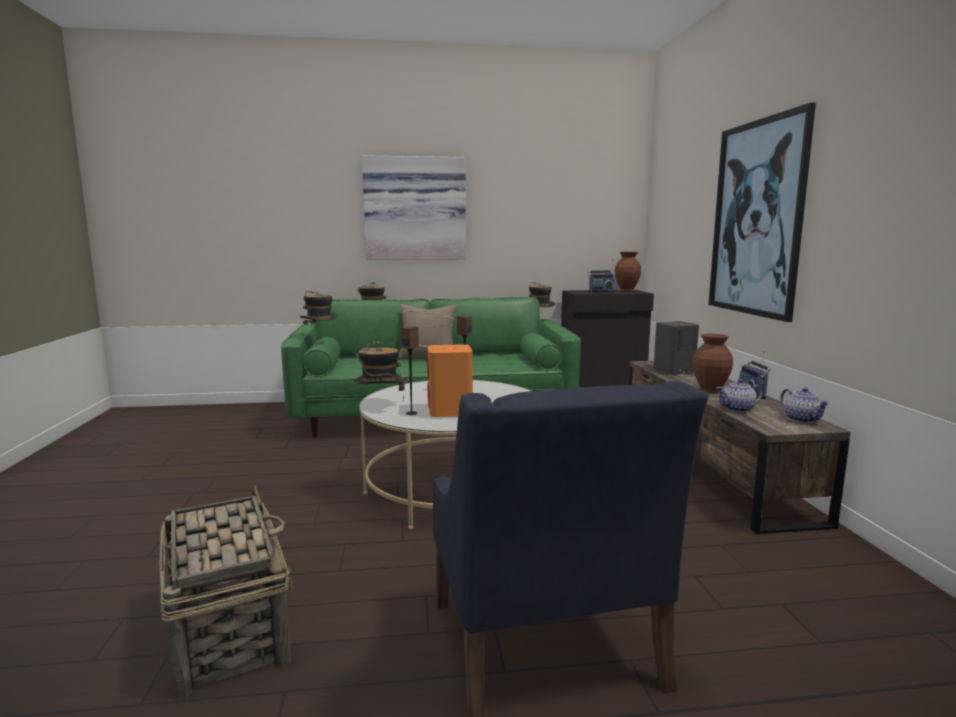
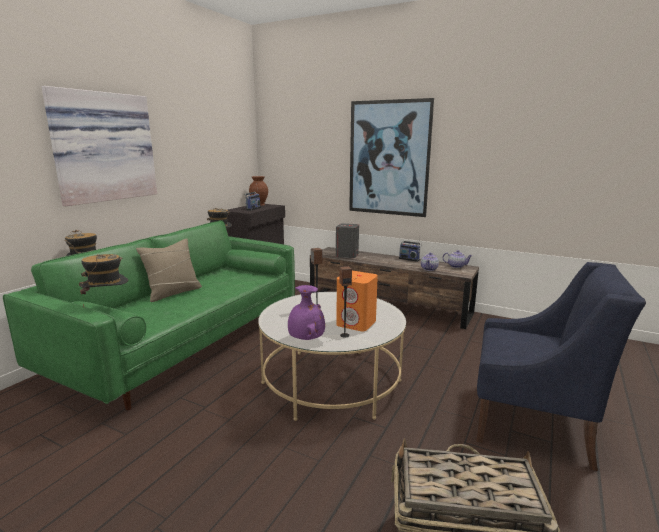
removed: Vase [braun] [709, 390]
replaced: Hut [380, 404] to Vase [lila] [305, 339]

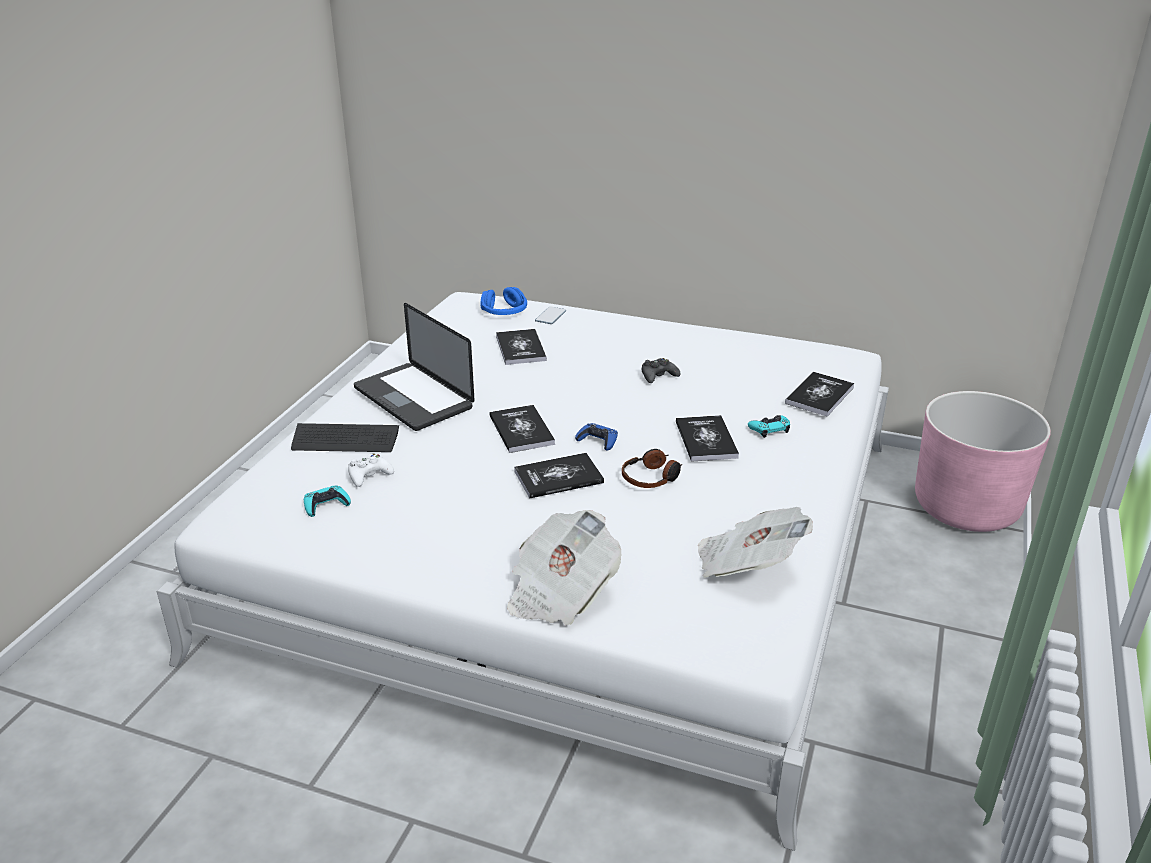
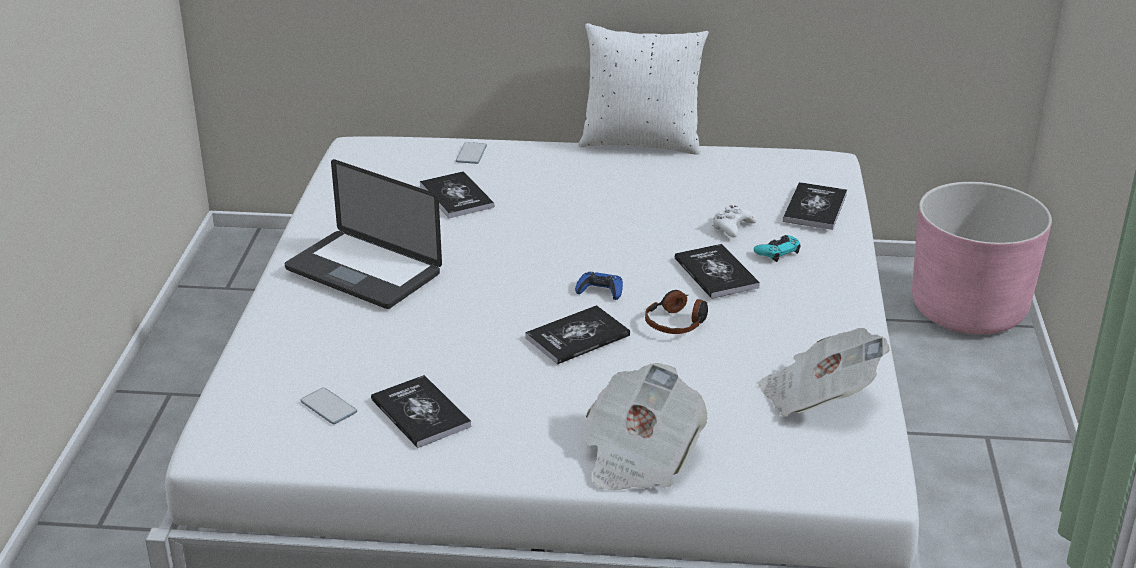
removed: Tastatur [345, 440]; Kopfhörer [blau] [504, 312]; Gamepad [schwarz] [658, 376]
added: Kissen [weiß] [641, 142]
moved: Gamepad [weiß] [369, 475] to [732, 227]; Buch [521, 430] to [420, 413]
replaced: Gamepad [türkis] [326, 505] to Handy [328, 407]

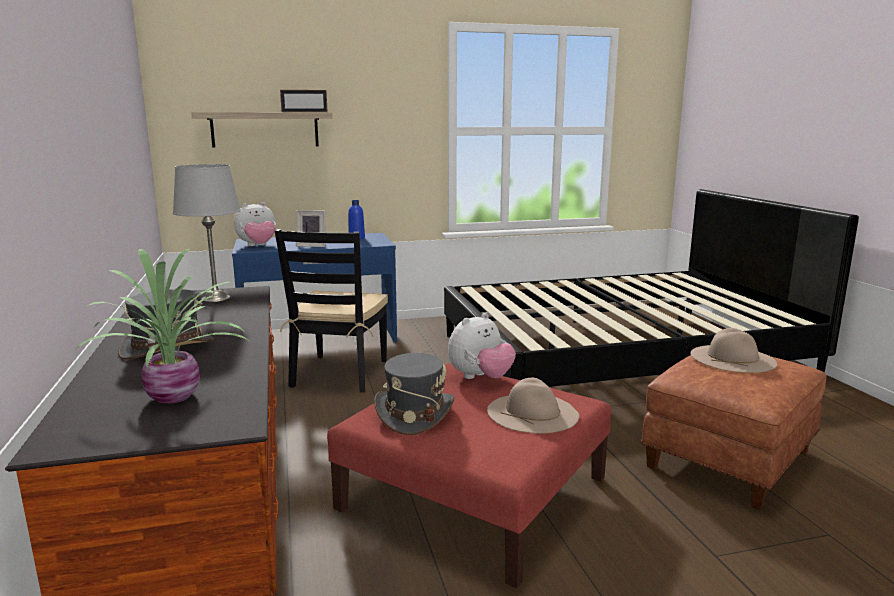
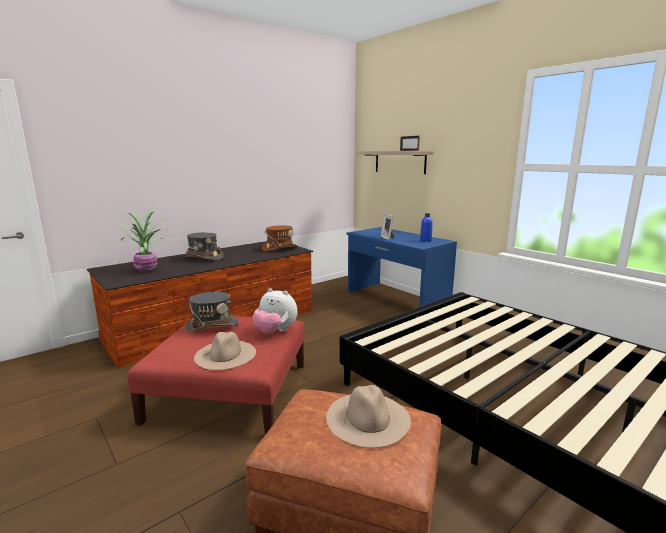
removed: Plüschtier [258, 246]; Stuhl [schwarz] [339, 373]
replaced: Tischlampe [grau] [215, 298] to Hut [braun] [280, 248]

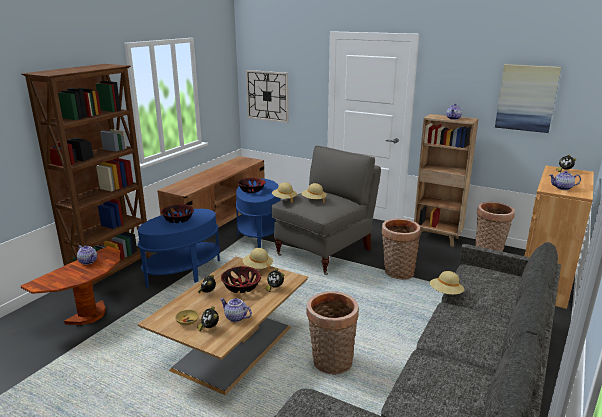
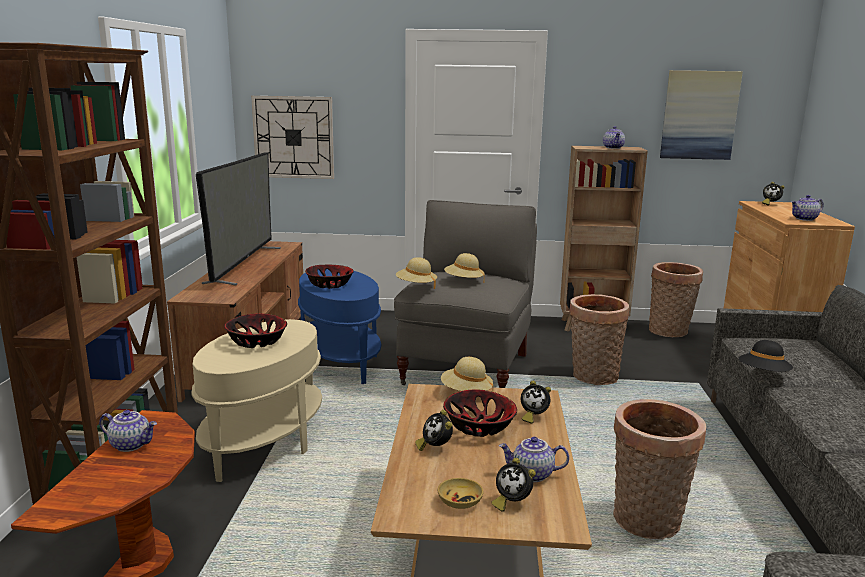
added: Fernseher [243, 264]
recoloured: Beistelltisch [blau] [183, 272] to Beistelltisch [beige] [264, 442]; Hut [beige] [445, 293] to Hut [schwarz] [763, 374]

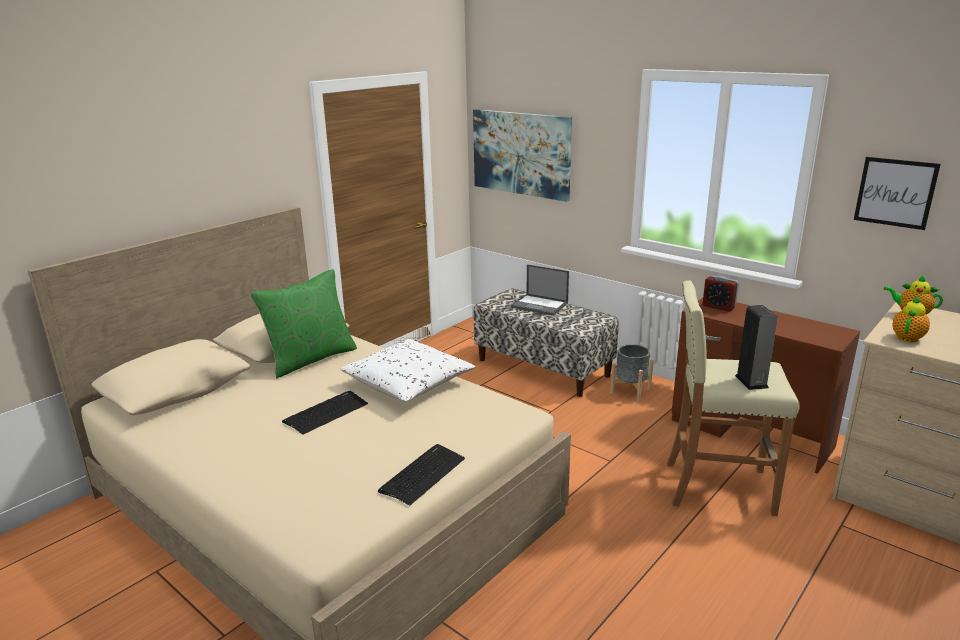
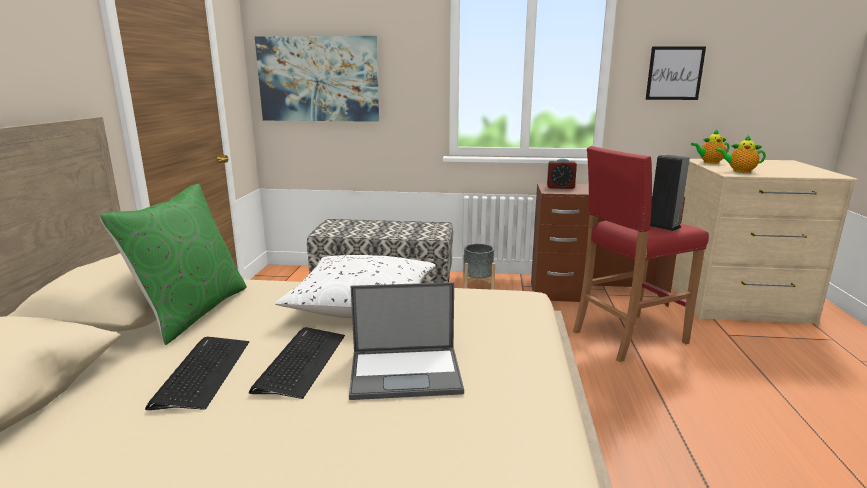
moved: Tastatur [422, 474] to [202, 373]; Laptop [540, 305] to [407, 372]
recoloured: Hocker [beige] [717, 487] to Hocker [rot] [628, 337]
turned: Teekanne [908, 337] = [739, 171] 75 degrees counterclockwise

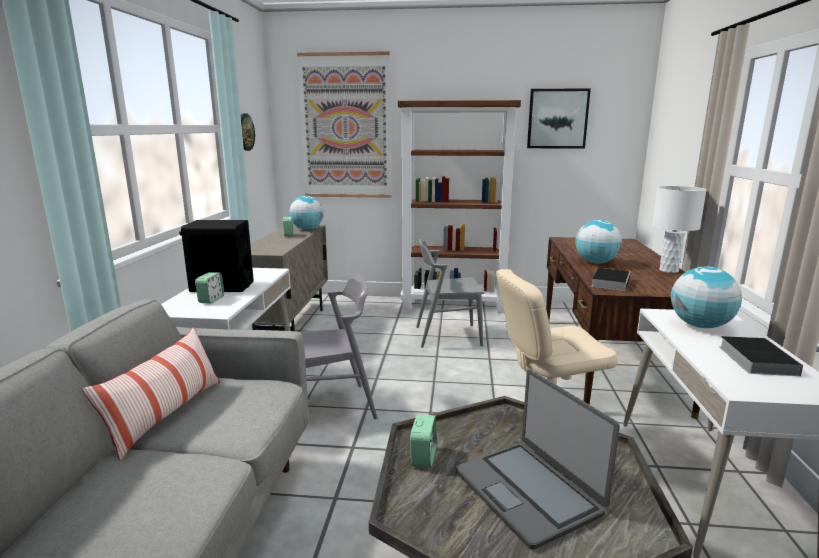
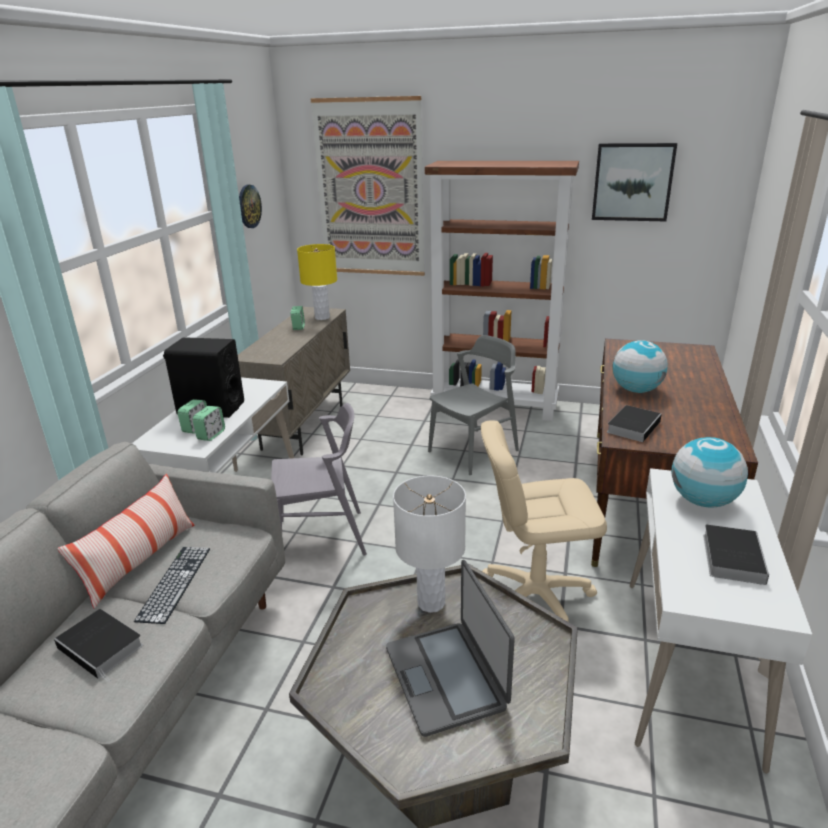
added: Buch [102, 647]; Tastatur [174, 583]
moved: Wecker [423, 457] to [211, 435]; Tischlampe [weiß] [669, 270] to [431, 603]
replaced: Globus [307, 229] to Tischlampe [gelb] [322, 317]
turned: Stuhl [grau] [447, 336] = [473, 451] 135 degrees clockwise

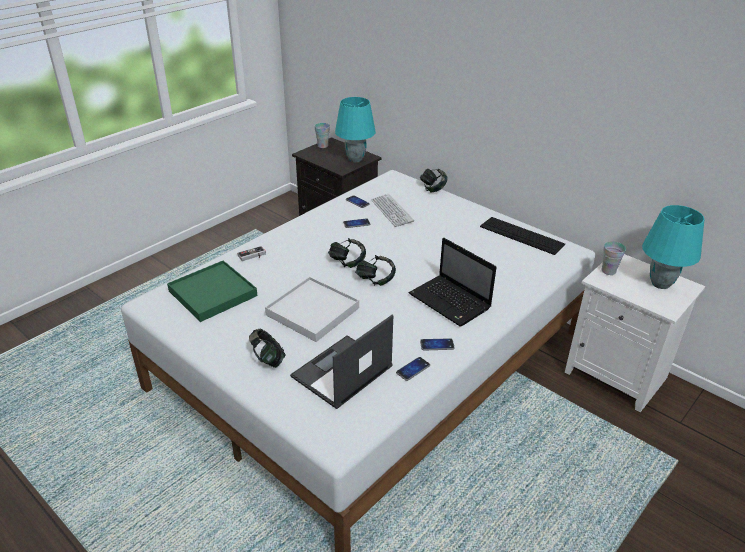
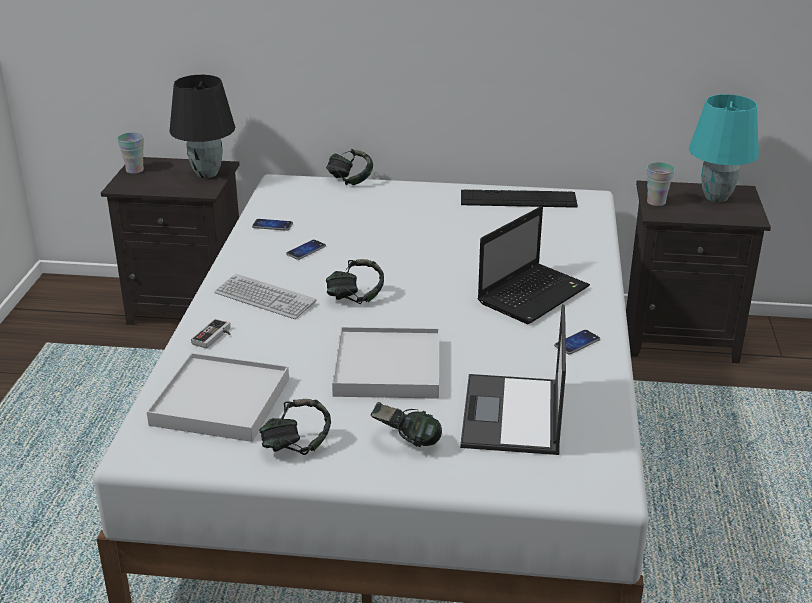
removed: Handy [413, 369]
moved: Kopfhörer [375, 280] to [296, 446]; Tastatur [391, 211] to [265, 298]
recoloured: Tablett [grün] [213, 293] to Tablett [weiß] [221, 402]; Tischlampe [türkis] [355, 159] to Tischlampe [schwarz] [206, 173]; Nachttisch [weiß] [617, 375] to Nachttisch [schwarz] [682, 336]
turned: Laptop [451, 302] = [534, 294] 60 degrees counterclockwise

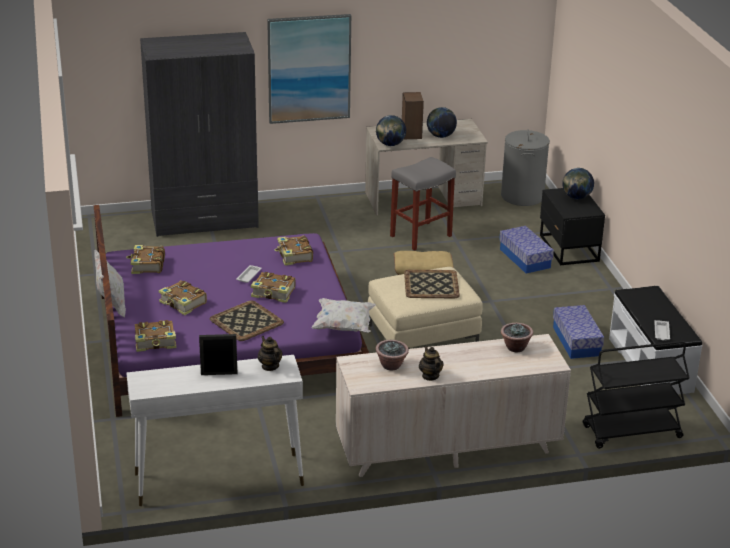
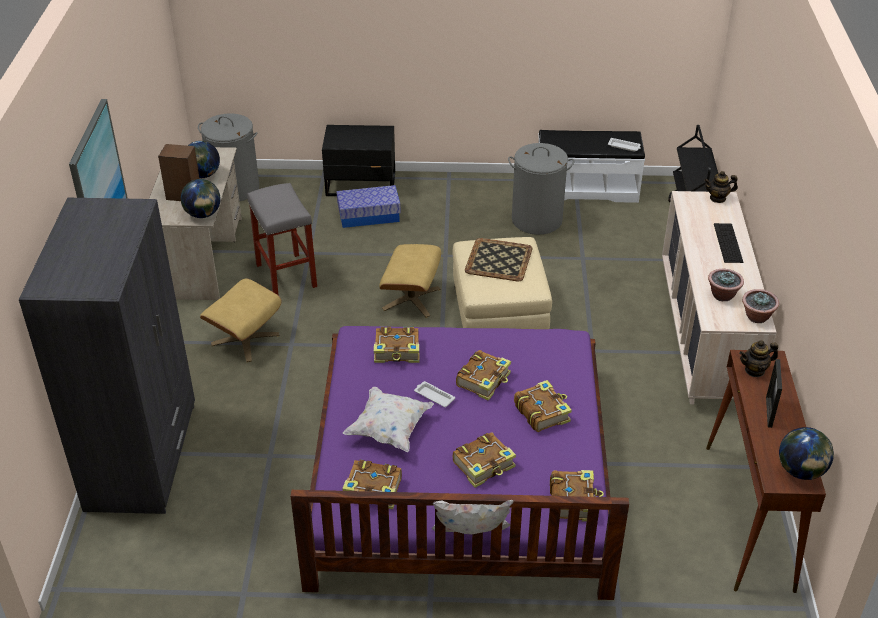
added: Polsterhocker [beige] [245, 339]; Tastatur [728, 243]
moved: Kissen [weiß] [344, 326] to [389, 429]; Teekanne [430, 376] to [718, 198]; Topfpflanze [515, 347] to [757, 317]; Globus [576, 197] to [800, 471]
replaced: Tablett [246, 321] to Buch [542, 412]; Aufbewahrungsbox [576, 341] to Wäschekorb [grau] [537, 220]
recoloured: Konsolentisch [weiß] [218, 479] to Konsolentisch [braun] [749, 516]

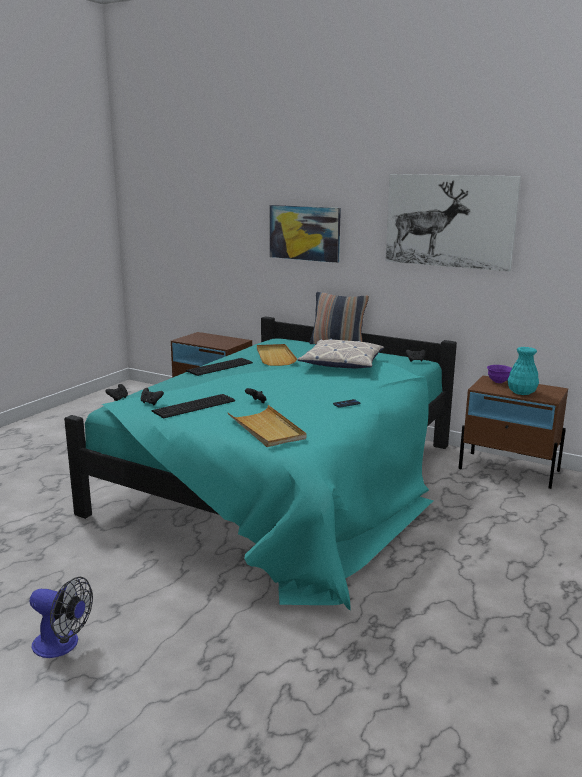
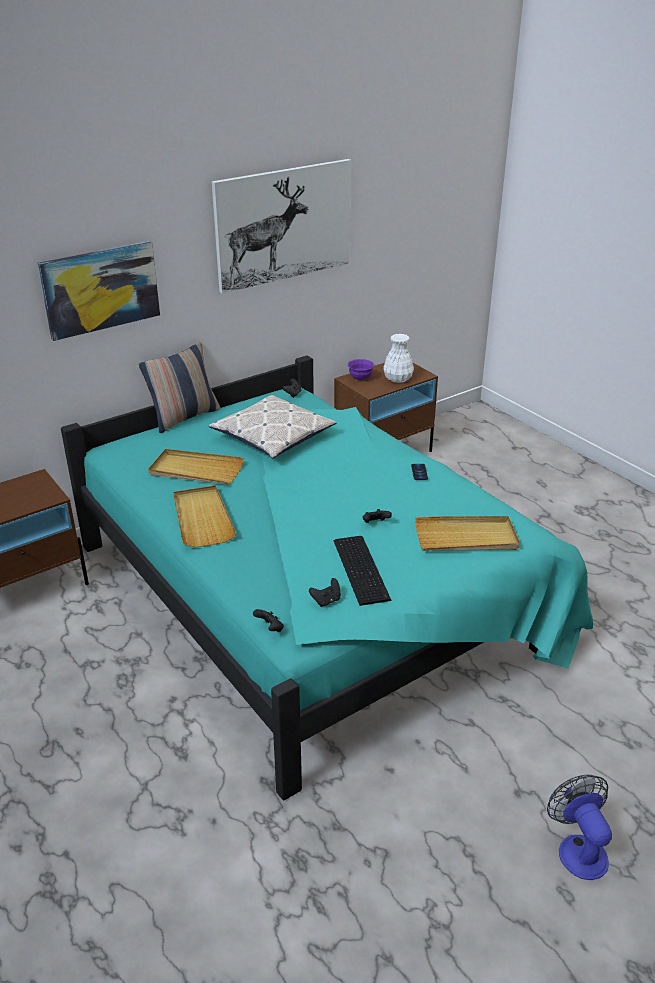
replaced: Tastatur [221, 367] to Tablett [beige] [202, 518]
recoloured: Vase [türkis] [521, 392] to Vase [weiß] [398, 379]
turned: Ventilator [62, 645] = [578, 848] 60 degrees counterclockwise

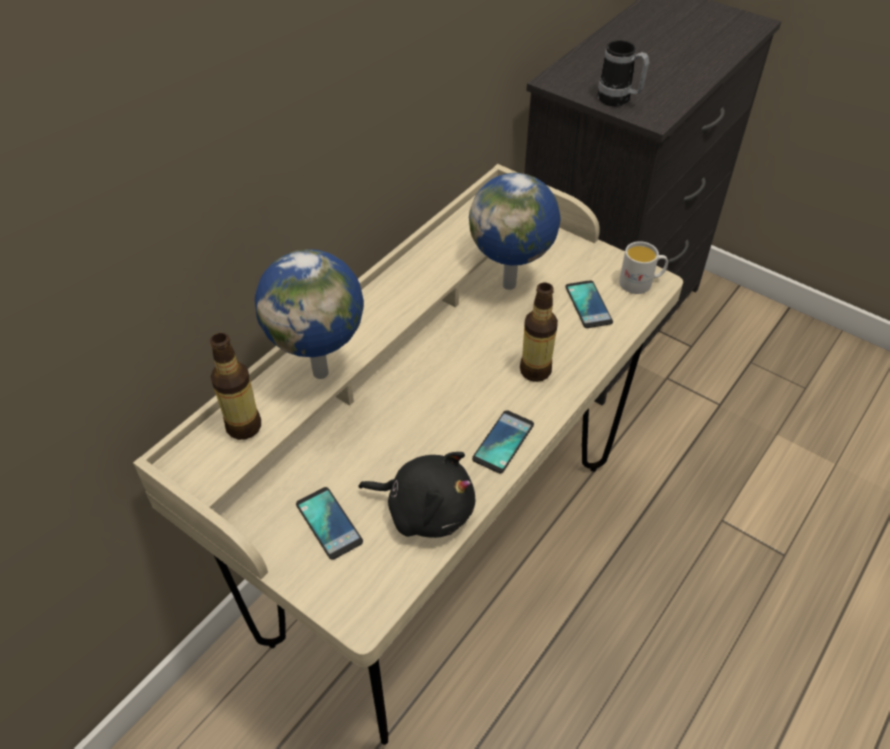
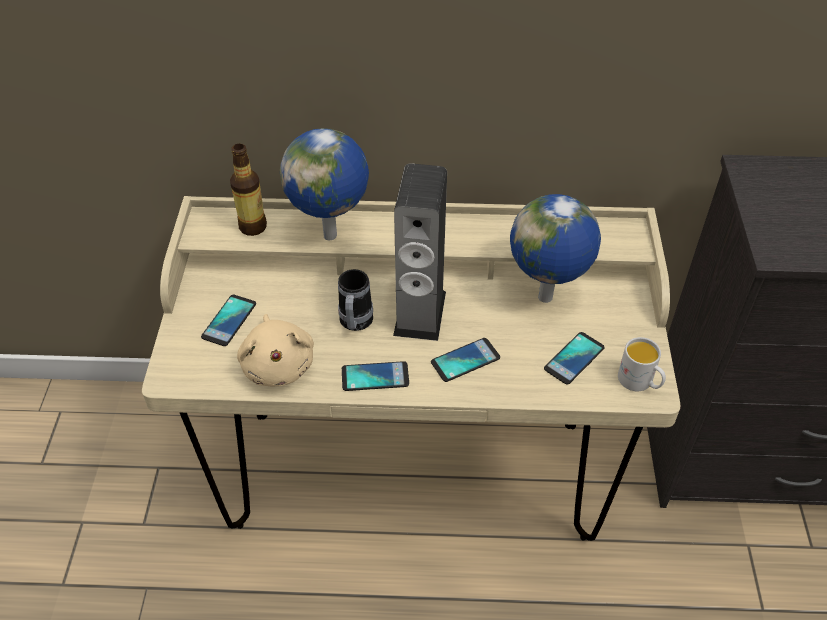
added: Lautsprecher [420, 313]
moved: Henkelbecher [619, 101] to [355, 324]
replaced: Flasche [535, 370] to Handy [465, 360]
recoloured: Plüschtier [schwarz] [425, 509] to Plüschtier [beige] [278, 364]

